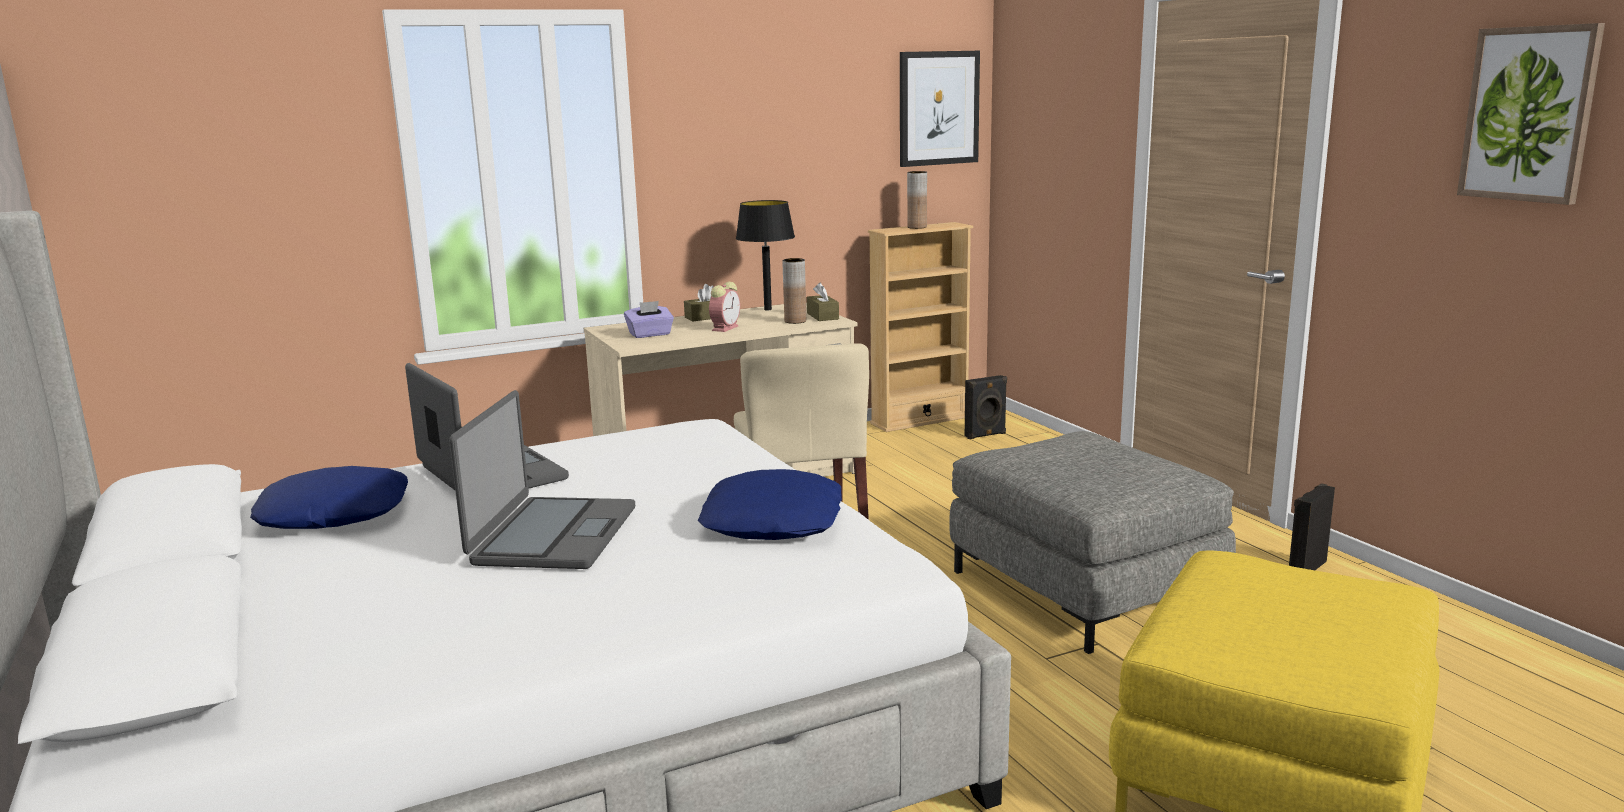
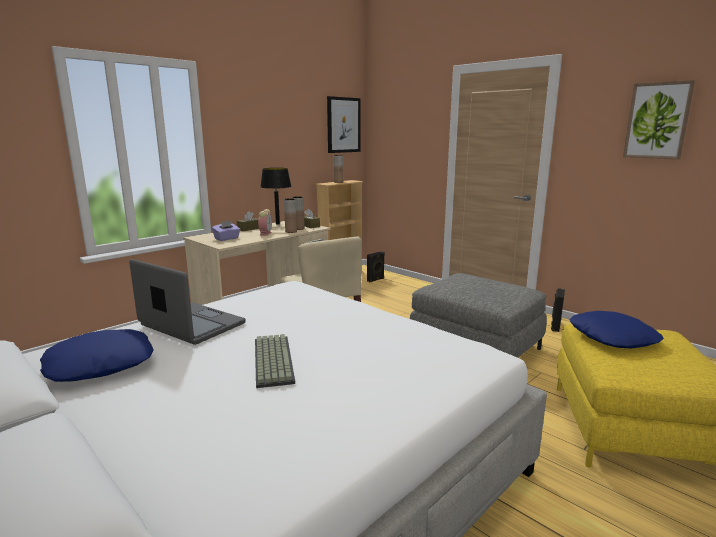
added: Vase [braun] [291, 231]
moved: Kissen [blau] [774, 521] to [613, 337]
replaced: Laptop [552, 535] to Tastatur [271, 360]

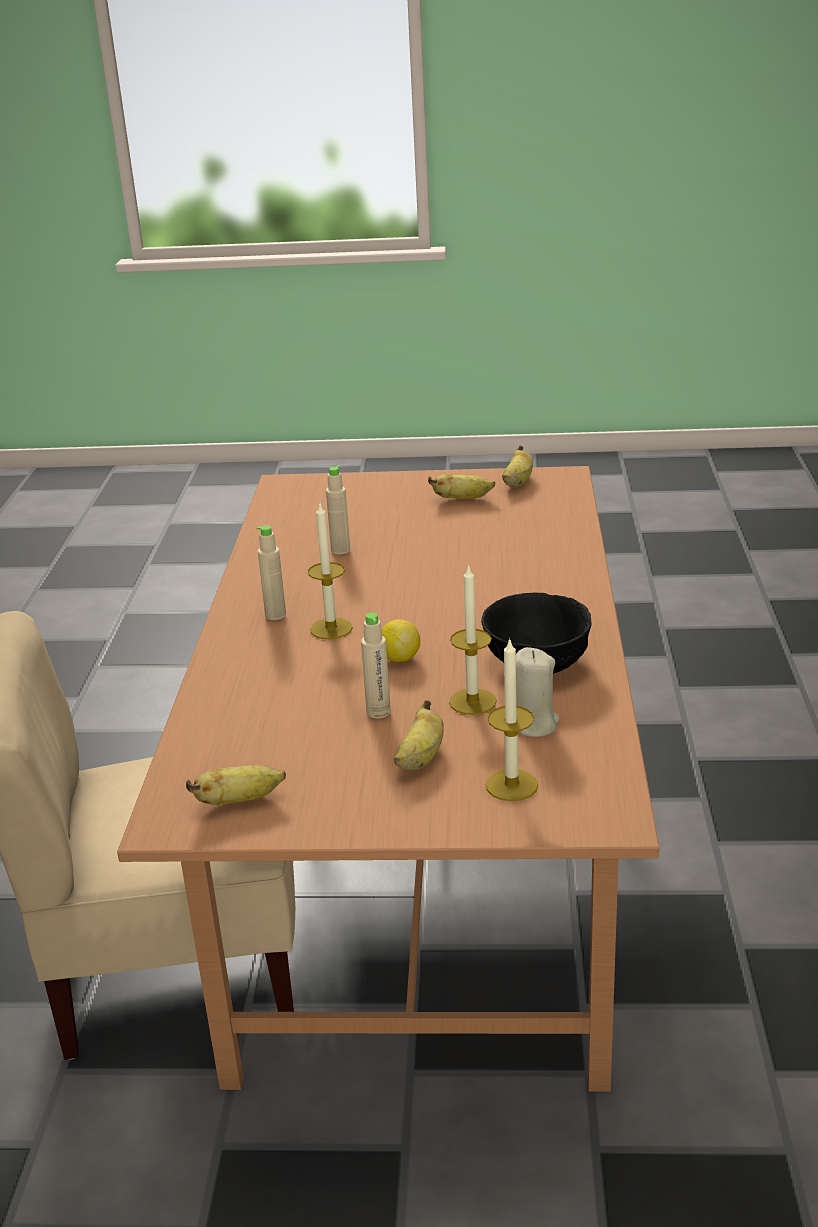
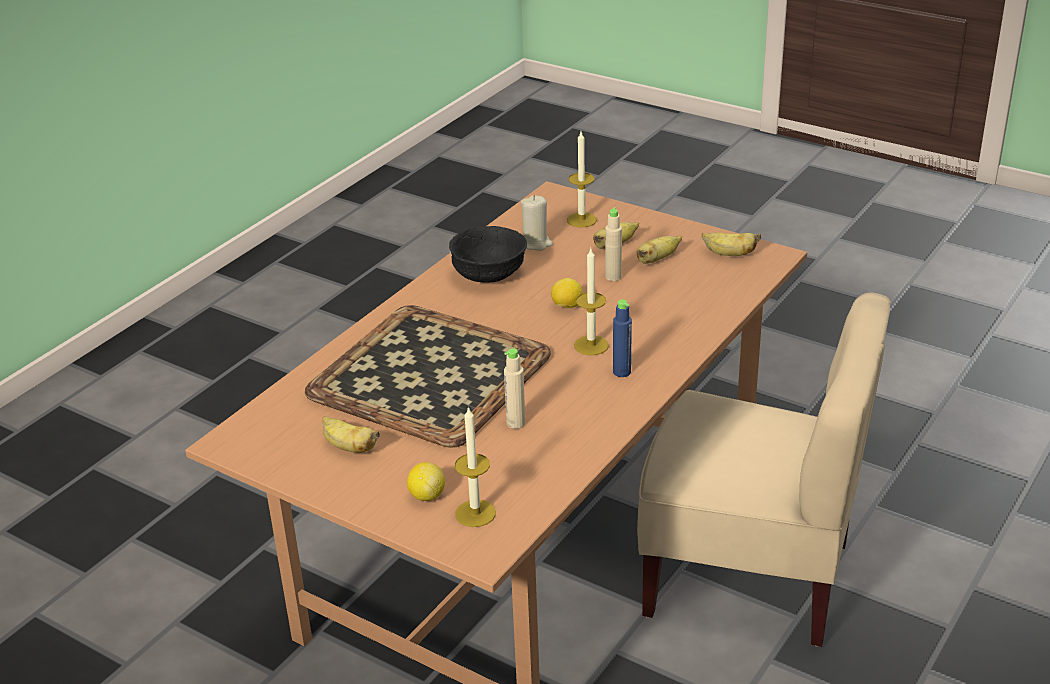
added: Tablett [429, 373]; Zitrone [426, 495]
moved: Kerze [472, 701] to [475, 513]; Banane [517, 482] to [657, 259]
recoloured: Flasche [beige] [275, 615] to Flasche [blau] [621, 372]

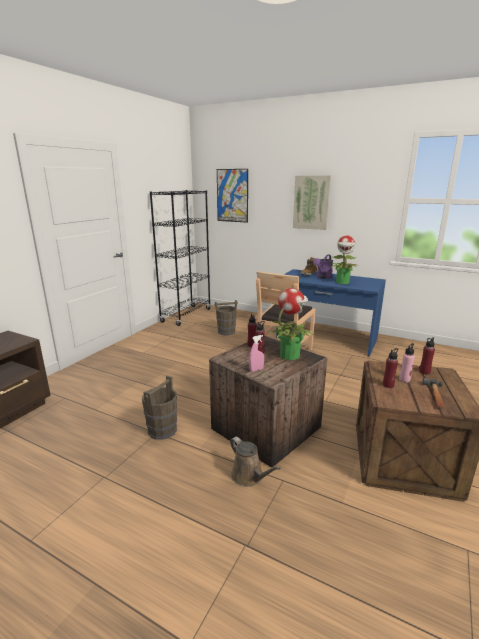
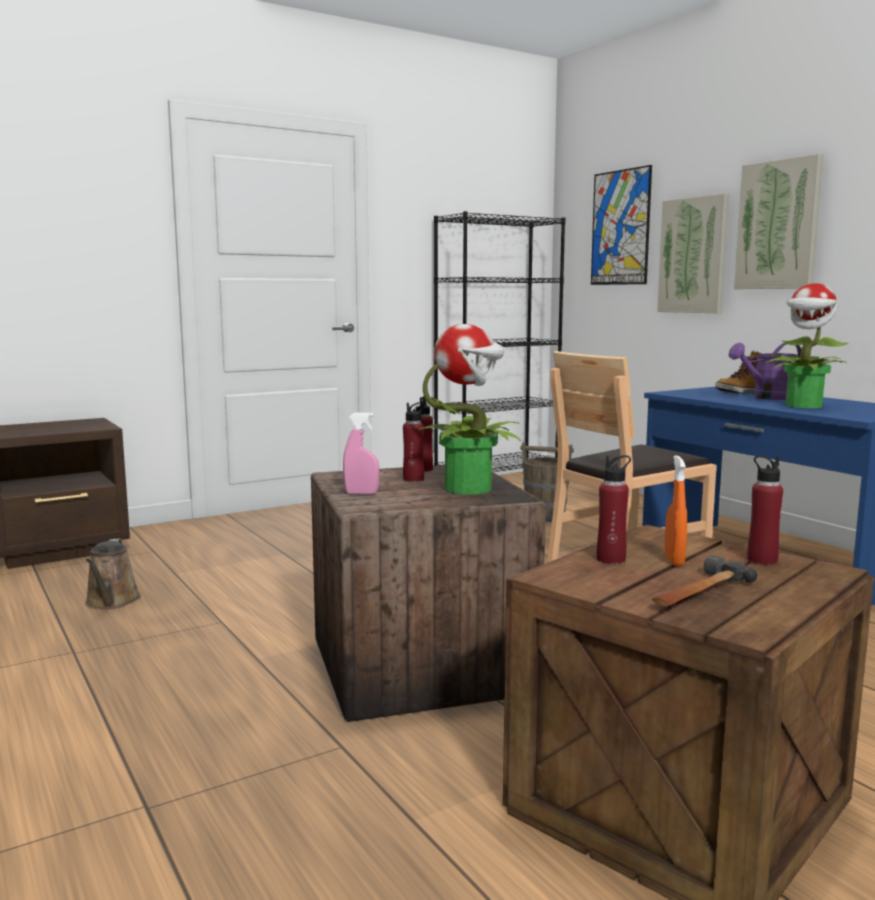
removed: Eimer [braun] [162, 430]
added: Bild [694, 255]
moved: Gießkanne [braun] [249, 476] to [111, 602]
replaced: Flasche [rosa] [404, 380] to Sprühflasche [orange] [674, 560]

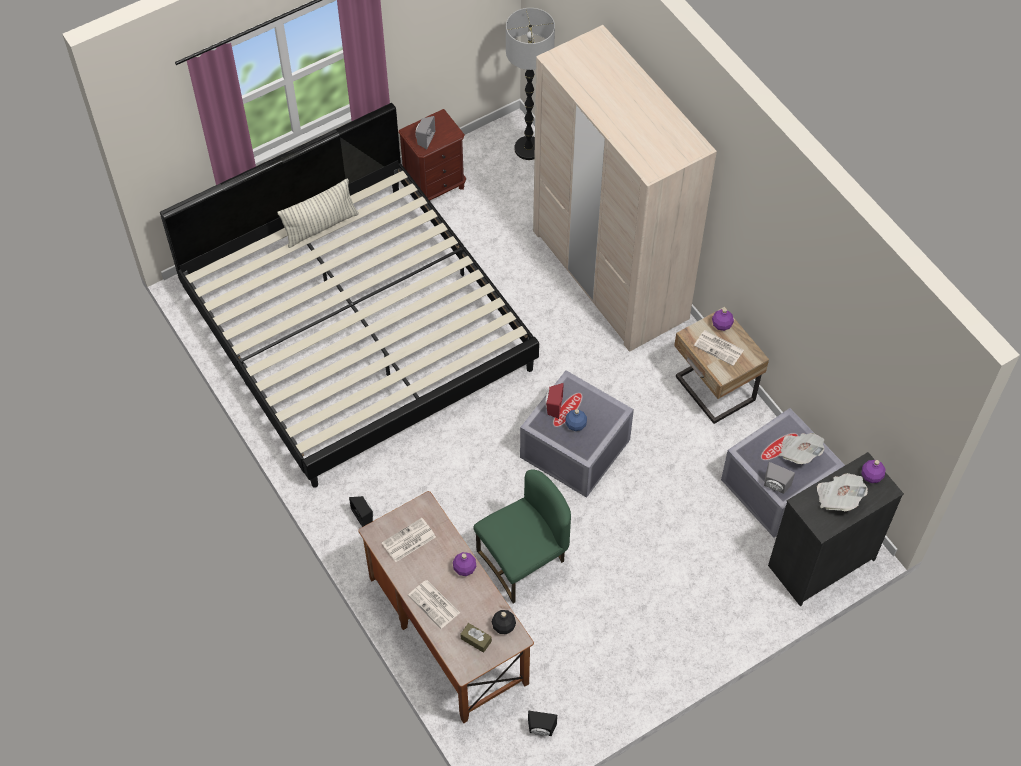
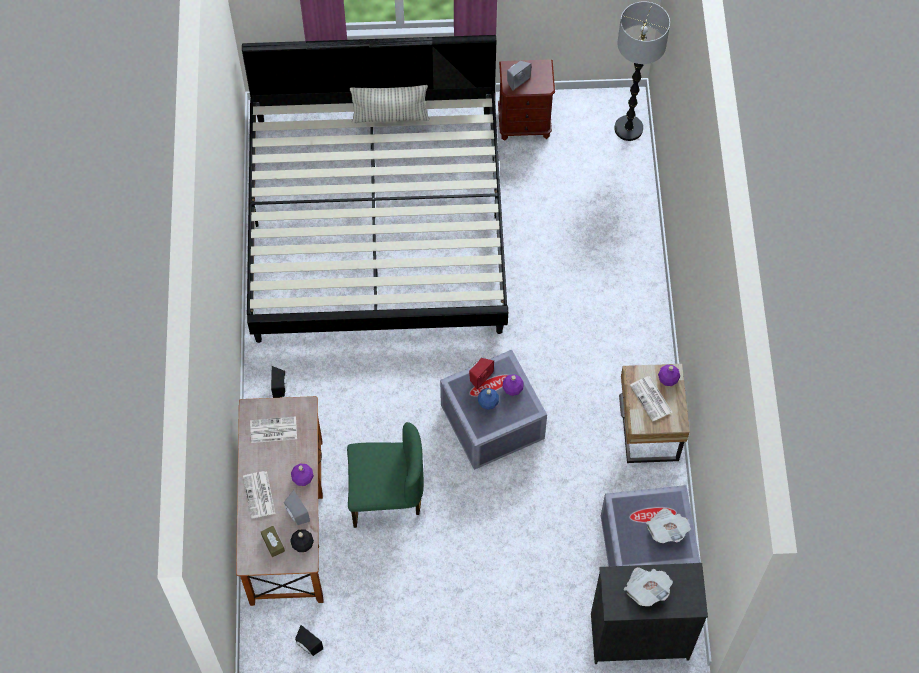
removed: Kleiderschrank [beige] [609, 274]
moved: Lautsprecher [grau] [775, 486] to [296, 515]; Flasche [lila] [872, 476] to [513, 389]

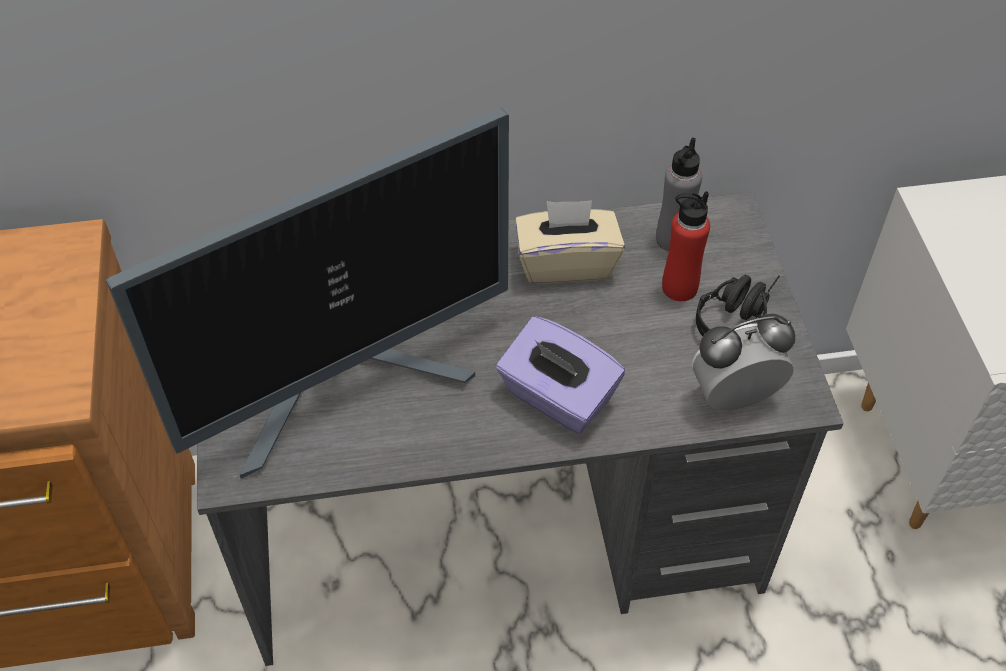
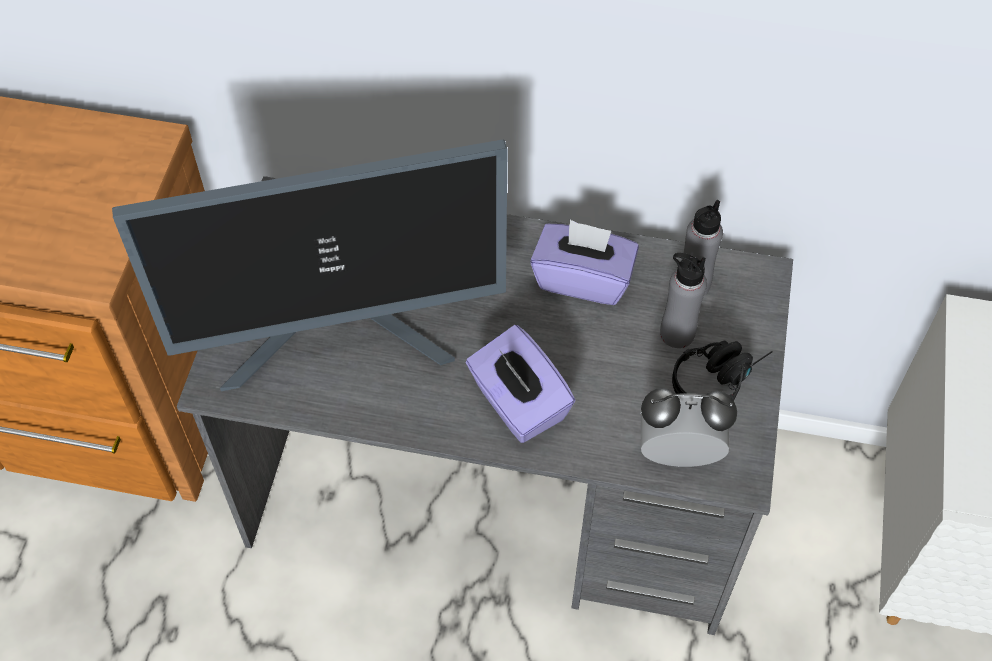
recoloured: Taschentuchbox [beige] [566, 263] to Taschentuchbox [lila] [583, 278]; Flasche [rot] [679, 287] to Flasche [grau] [677, 333]

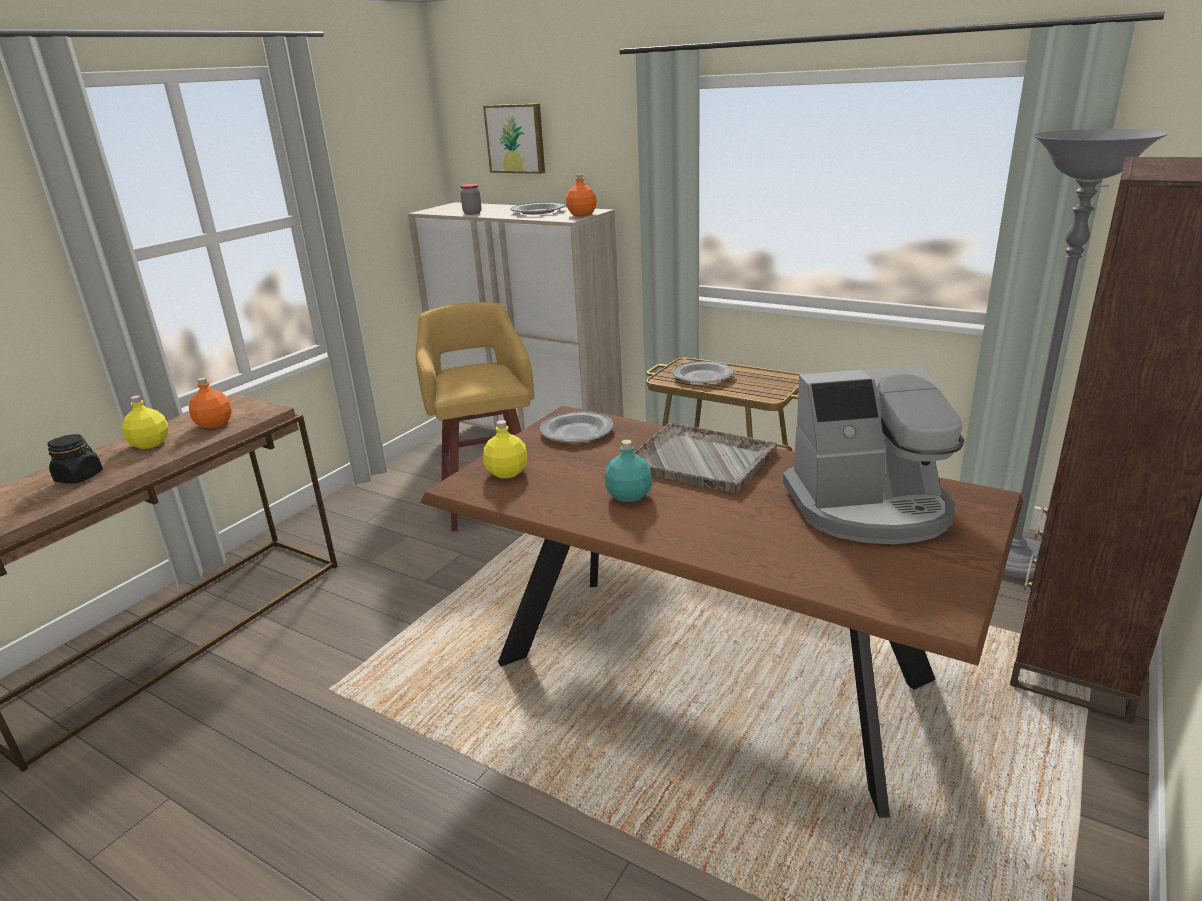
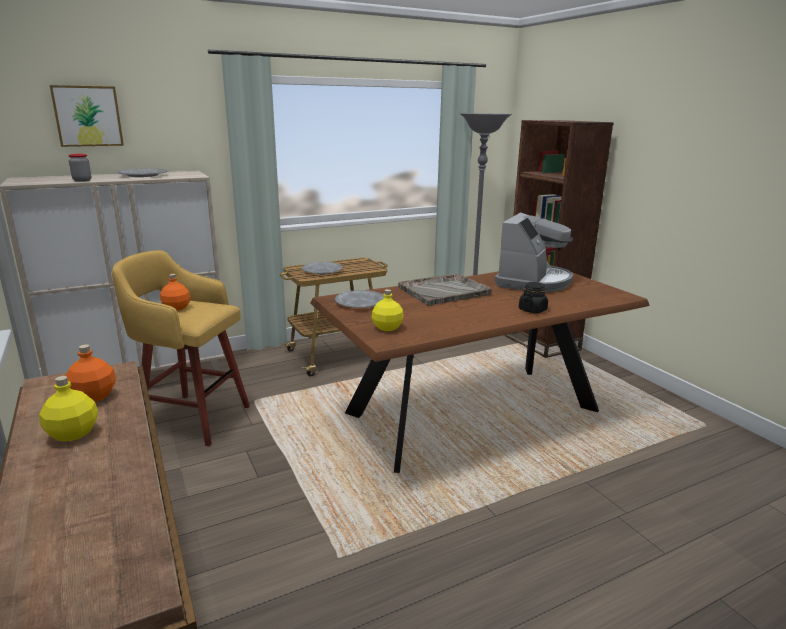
removed: Flasche [türkis] [628, 495]
moved: Vorratsglas [schwarz] [79, 477] to [532, 310]; Flasche [orange] [581, 214] to [176, 308]

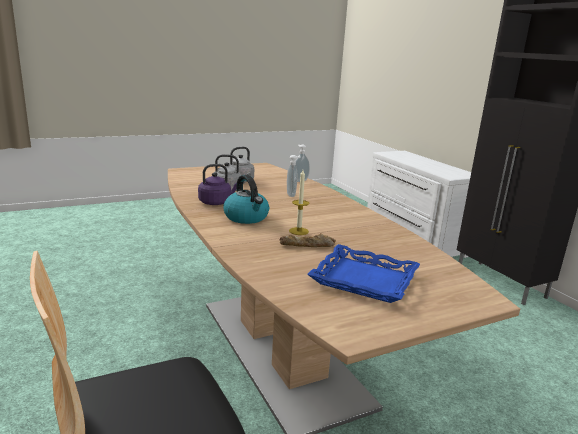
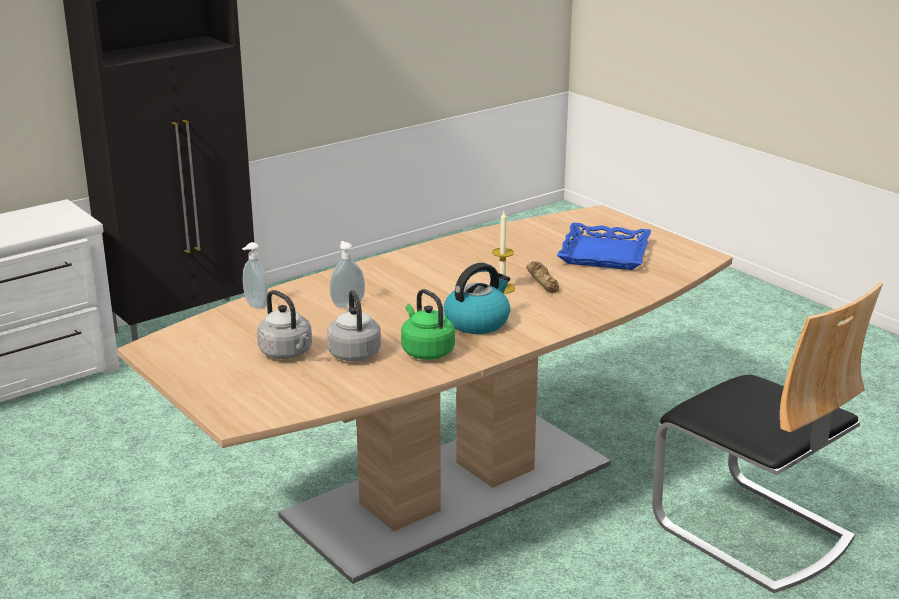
recoloured: Wasserkessel [lila] [216, 202] to Wasserkessel [grün] [426, 351]

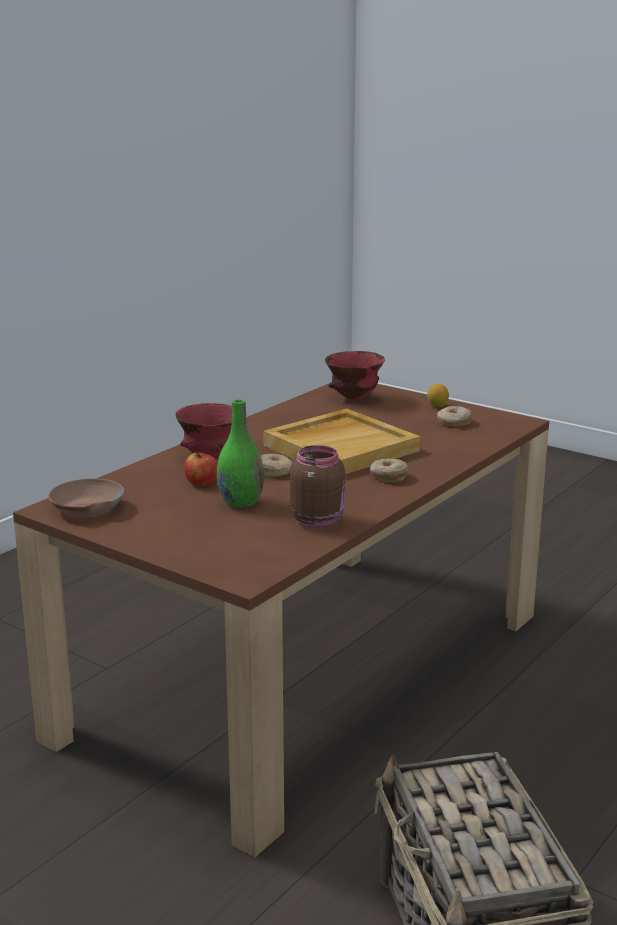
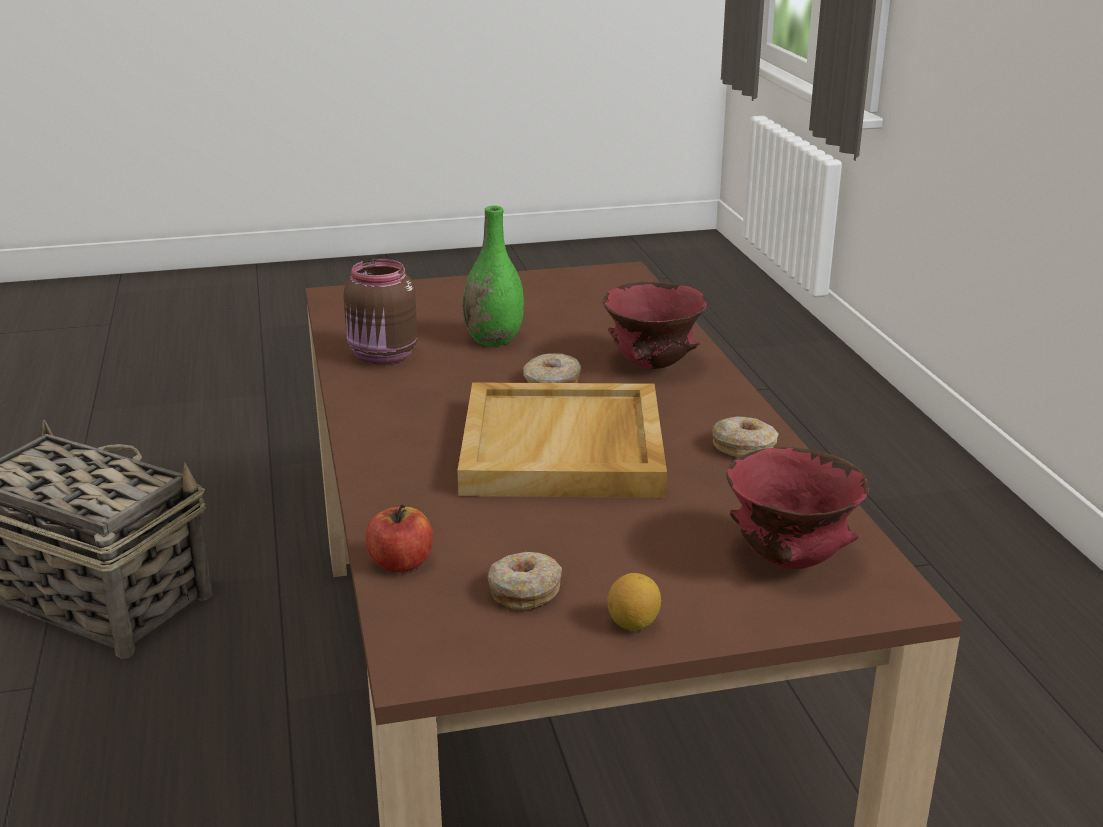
removed: Schüssel [braun] [85, 508]
moved: Apfel [201, 483] to [401, 563]; Donut [388, 476] to [744, 447]

